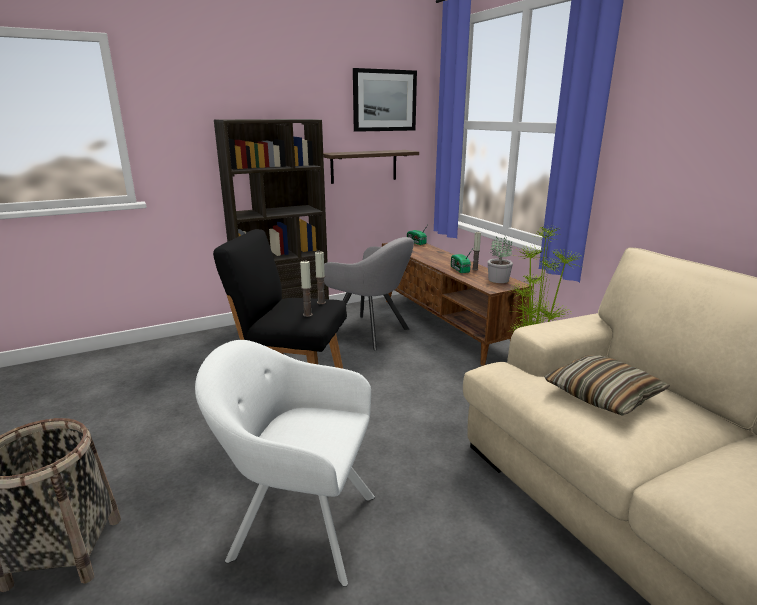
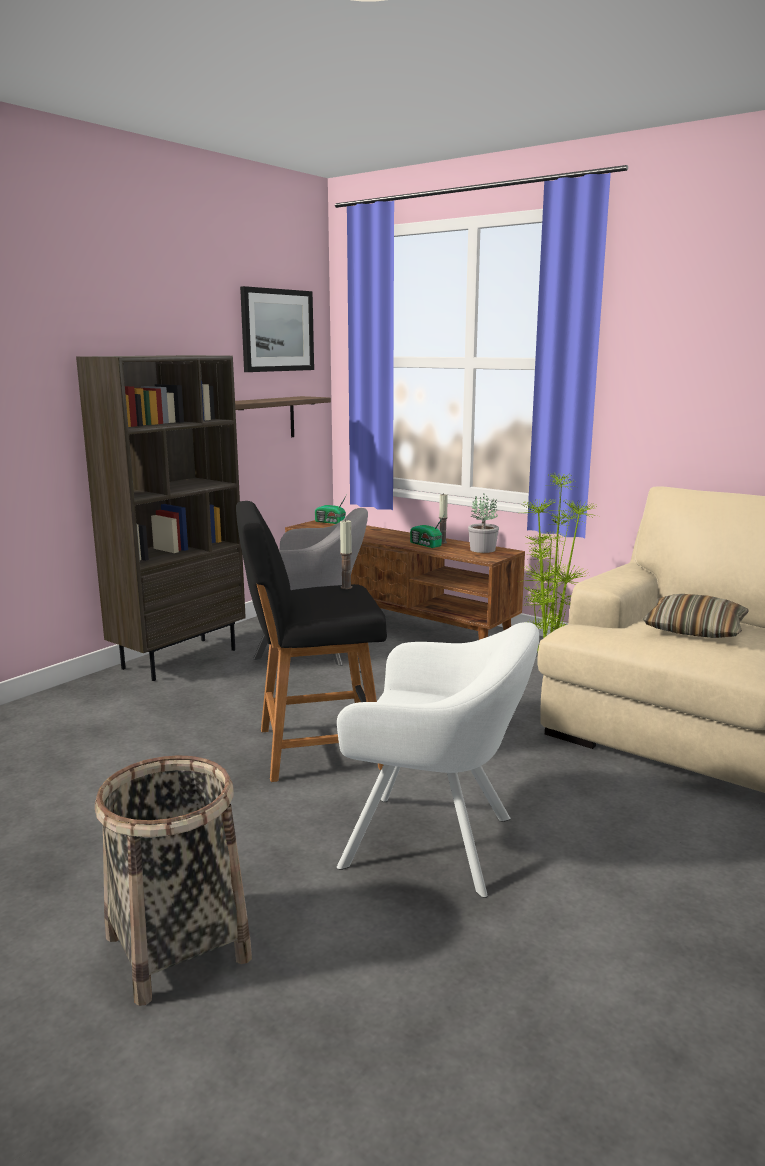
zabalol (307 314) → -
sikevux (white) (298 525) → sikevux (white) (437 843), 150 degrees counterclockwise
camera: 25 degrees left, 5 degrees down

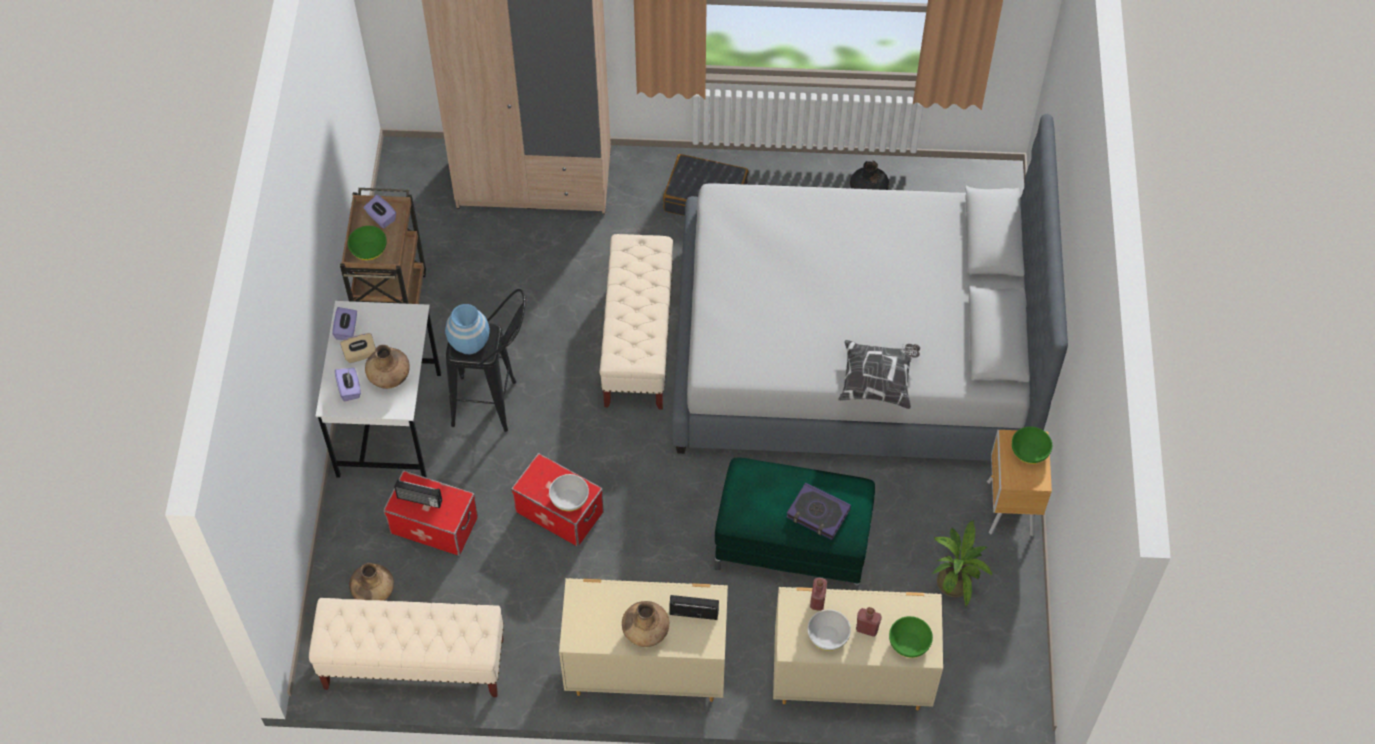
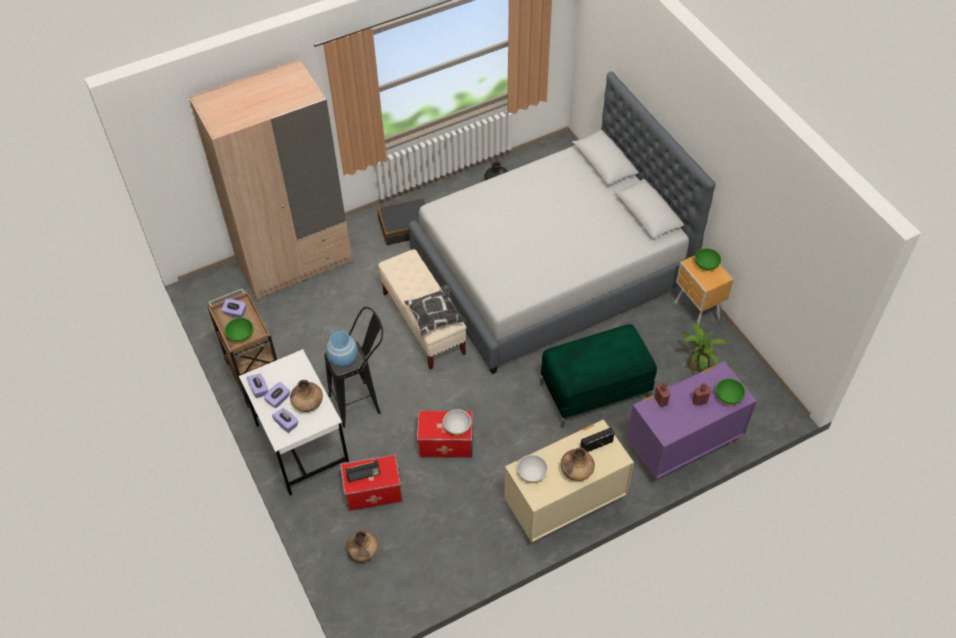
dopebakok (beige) (360 354) → dopebakok (purple) (278 399)
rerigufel (878 382) → rerigufel (435 317), shifted
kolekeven (818 513) → -
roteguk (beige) (849 679) → roteguk (purple) (681 447)
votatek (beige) (413 664) → -
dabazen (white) (828 636) → dabazen (white) (532 473), shifted
camera: 30 degrees left, 5 degrees down

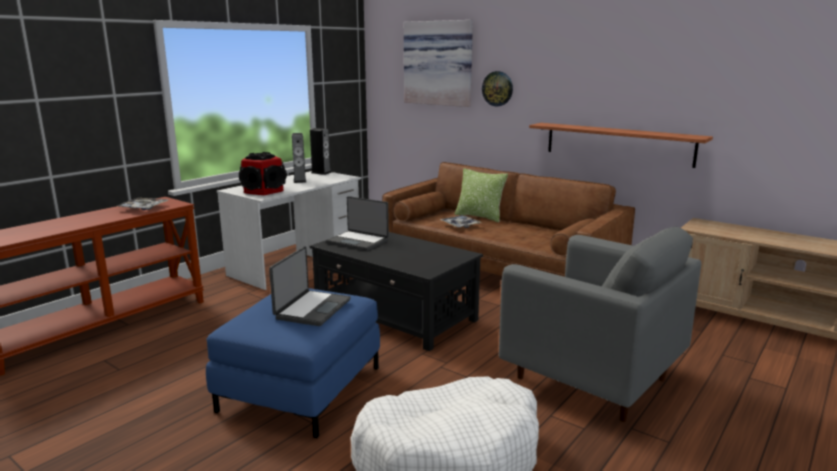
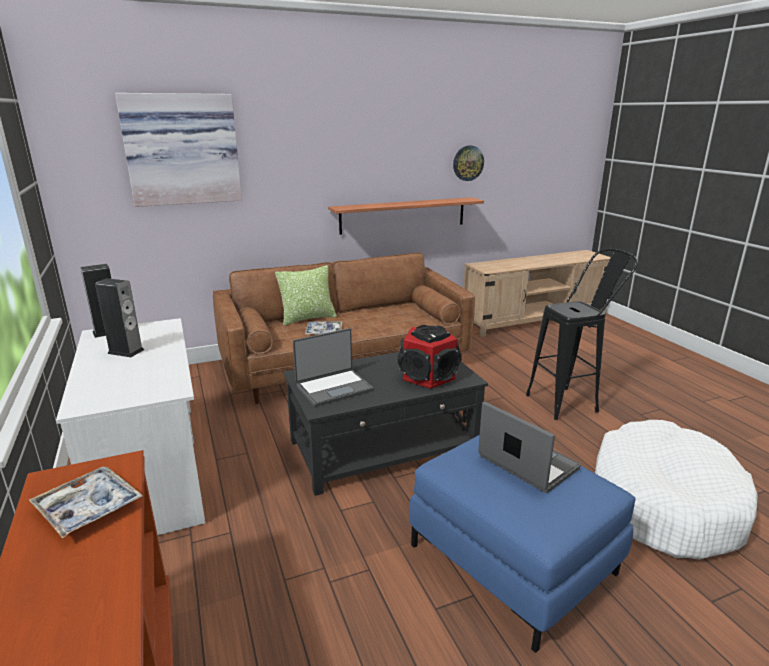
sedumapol (497 88) → sedumapol (468 163), shifted
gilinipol (264 191) → gilinipol (428 376), shifted
sikevux (grey) (592 380) → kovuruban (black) (570 402)
camera: 60 degrees left, 5 degrees up

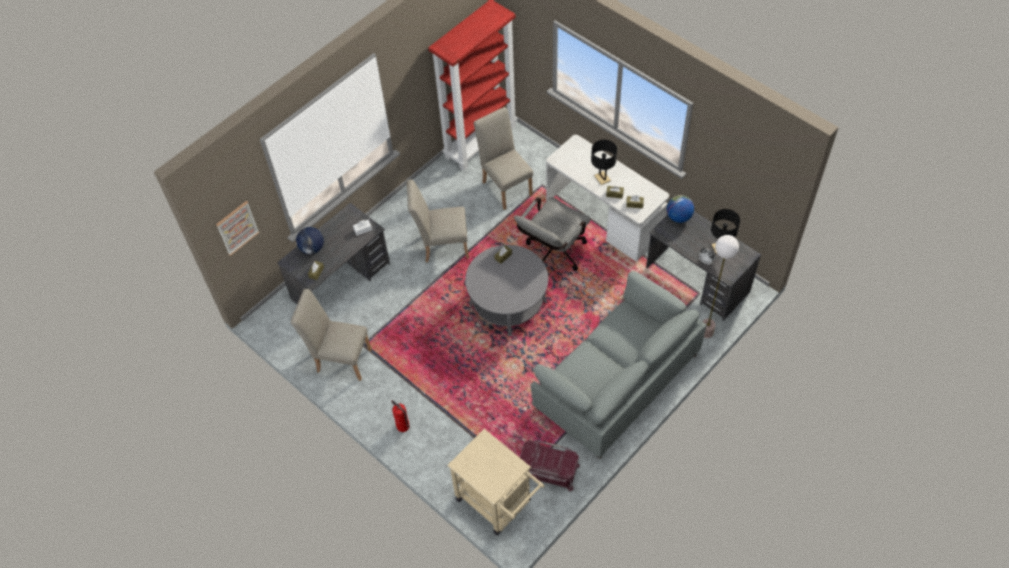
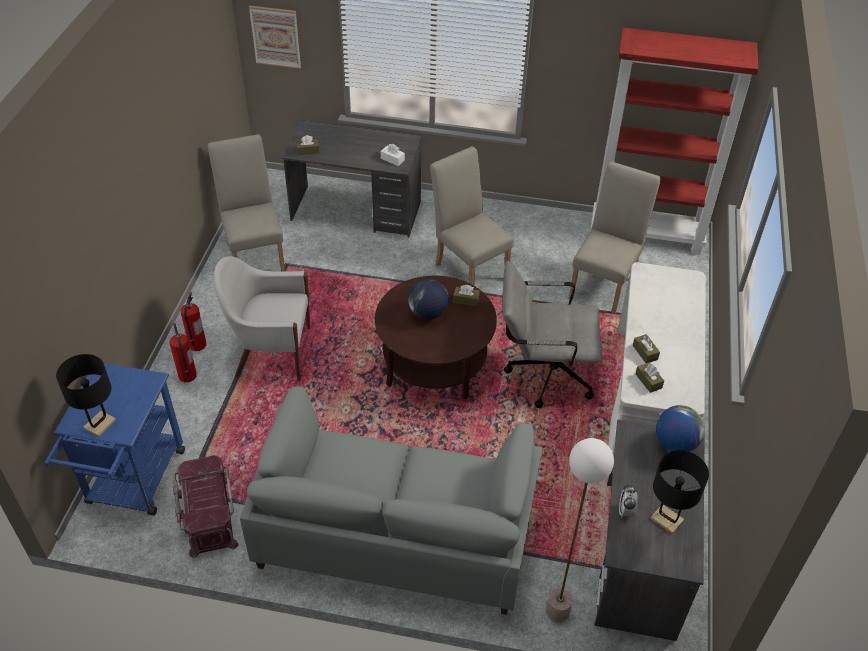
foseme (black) (602 178) → foseme (black) (100 424), shifted
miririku (312 248) → miririku (428 313), shifted
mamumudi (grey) (508 303) → mamumudi (brown) (434 362)
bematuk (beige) (498 504) → bematuk (blue) (133 484)
- → sikevux (white) (271 351)
- → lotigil (187 375)
camera: 55 degrees right, 10 degrees down

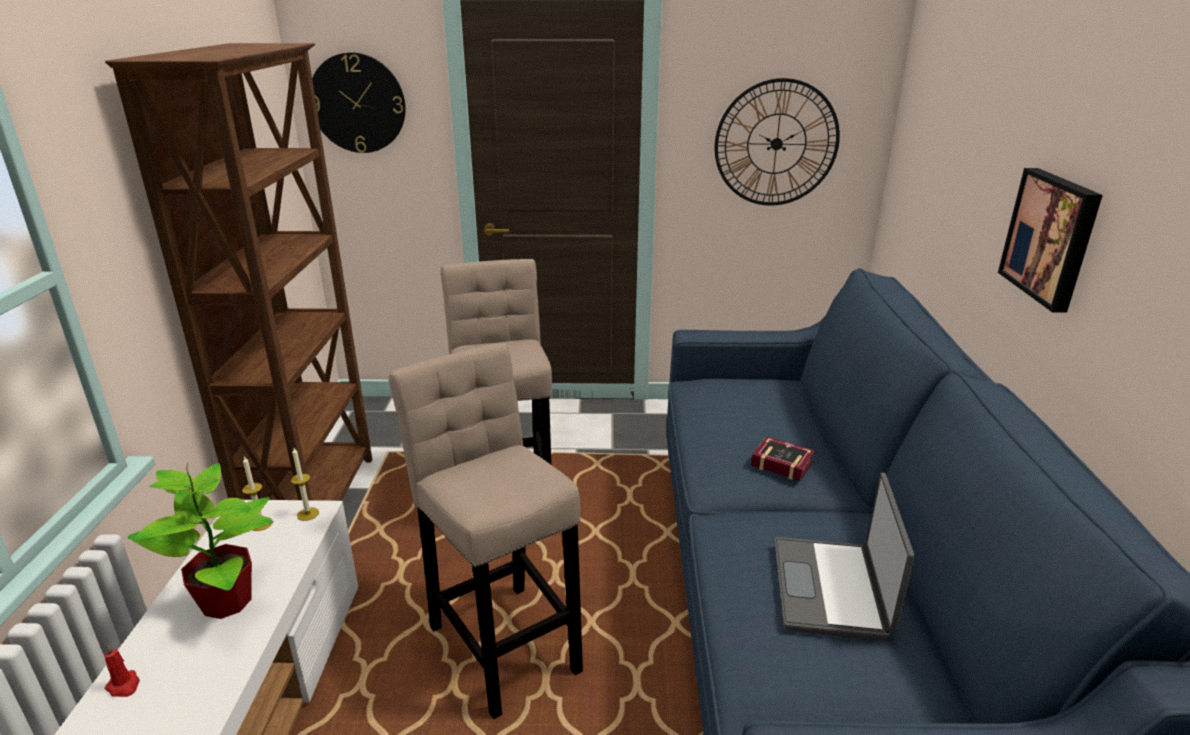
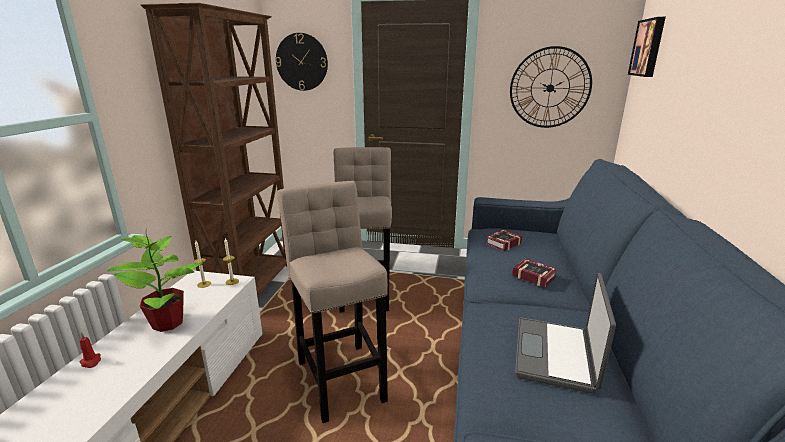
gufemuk (1052 237) → gufemuk (648 47), shifted
- → kolekeven (501 243)
camera: 10 degrees right, 5 degrees down

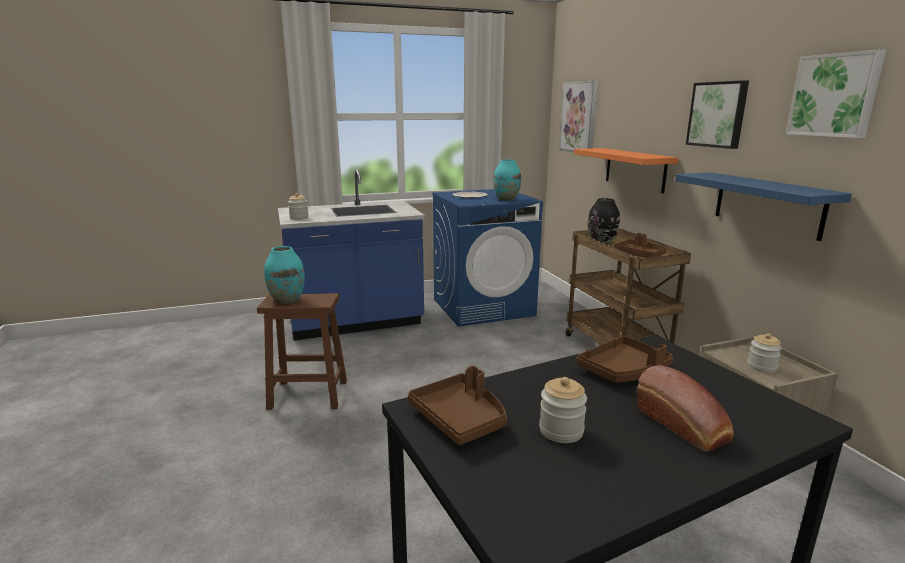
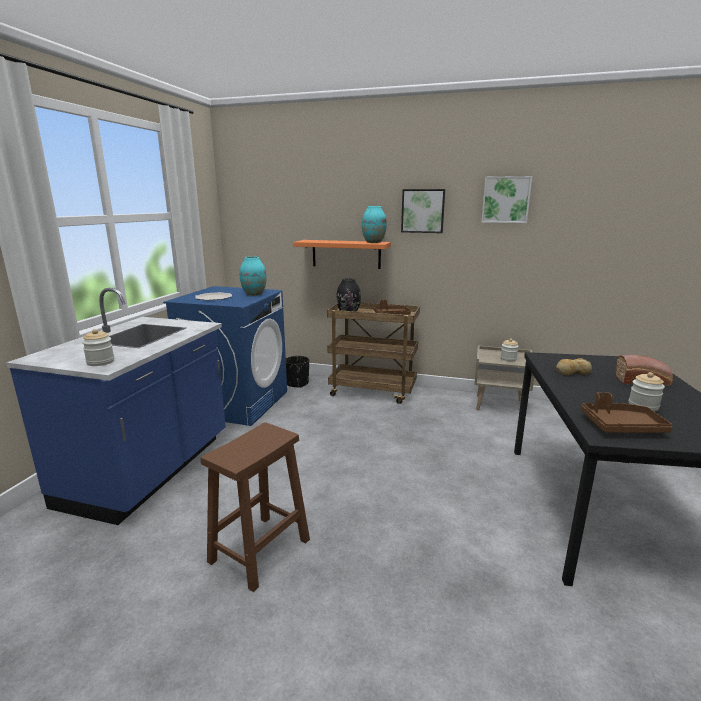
gufemuk (579 117) → -
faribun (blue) (767 204) → -
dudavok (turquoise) (286 300) → dudavok (turquoise) (373 242), shifted
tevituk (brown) (623 371) → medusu (572 372)
- → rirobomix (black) (297 384)
camera: 55 degrees left, 0 degrees up

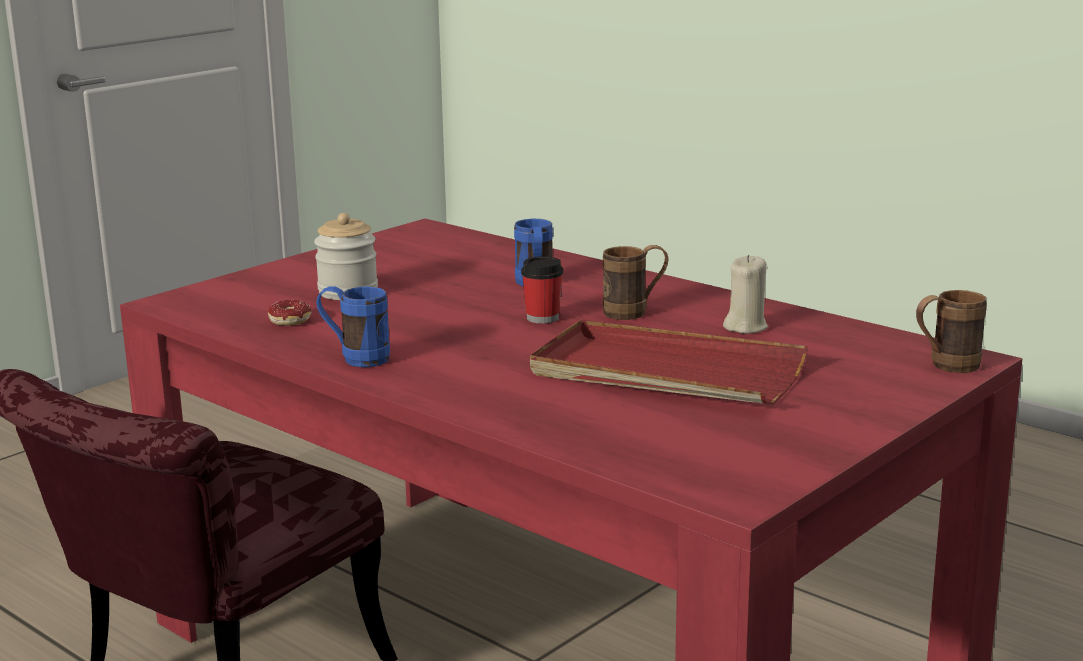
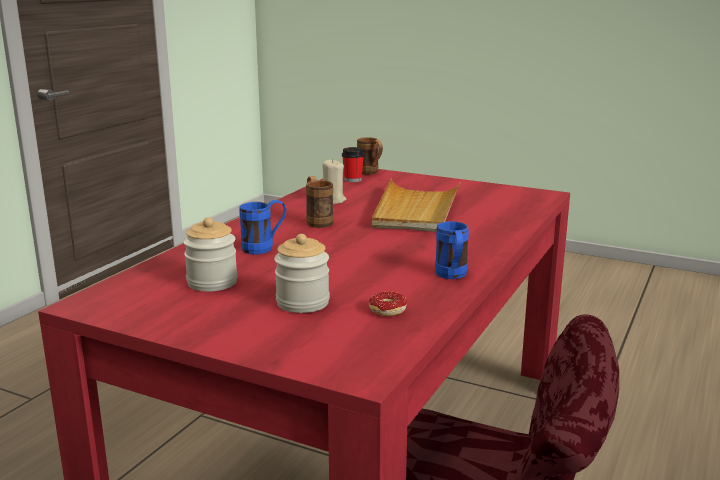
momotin (542 318) → momotin (353 180), shifted
tevituk (red) (665 373) → tevituk (beige) (416 210)
- → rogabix (212 282)
camera: 105 degrees left, 0 degrees up

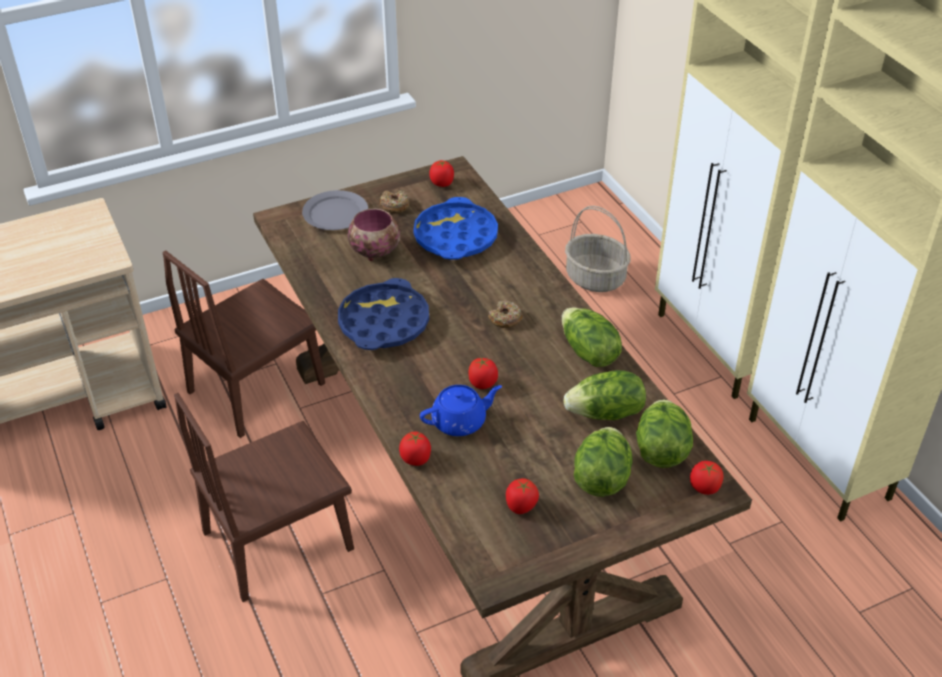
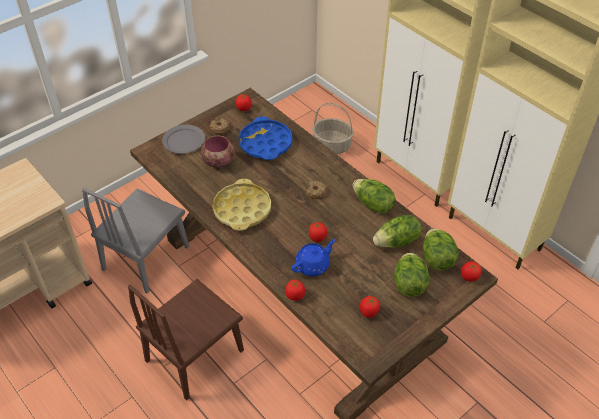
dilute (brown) (256 387) → dilute (grey) (146 258)
tevituk (blue) (383 322) → tevituk (yellow) (242 209)
camera: 15 degrees left, 5 degrees up

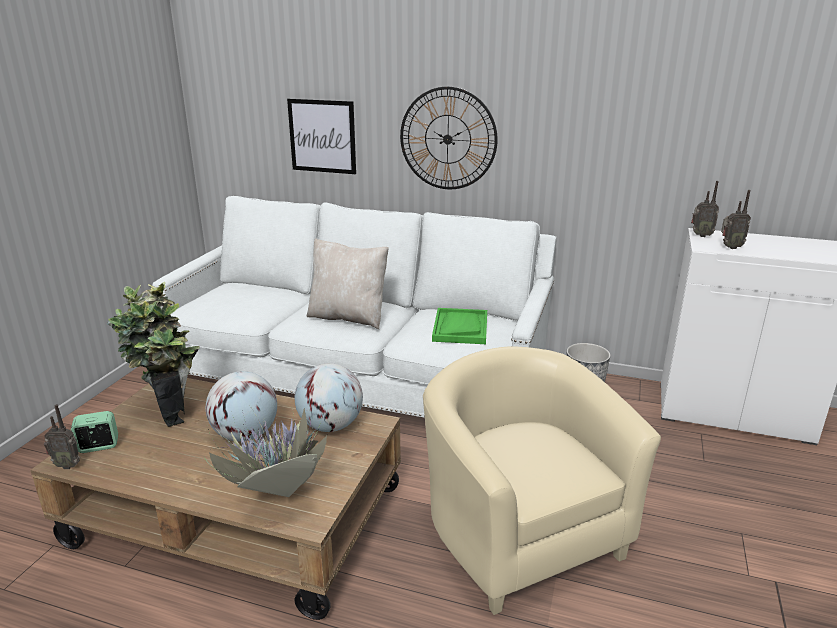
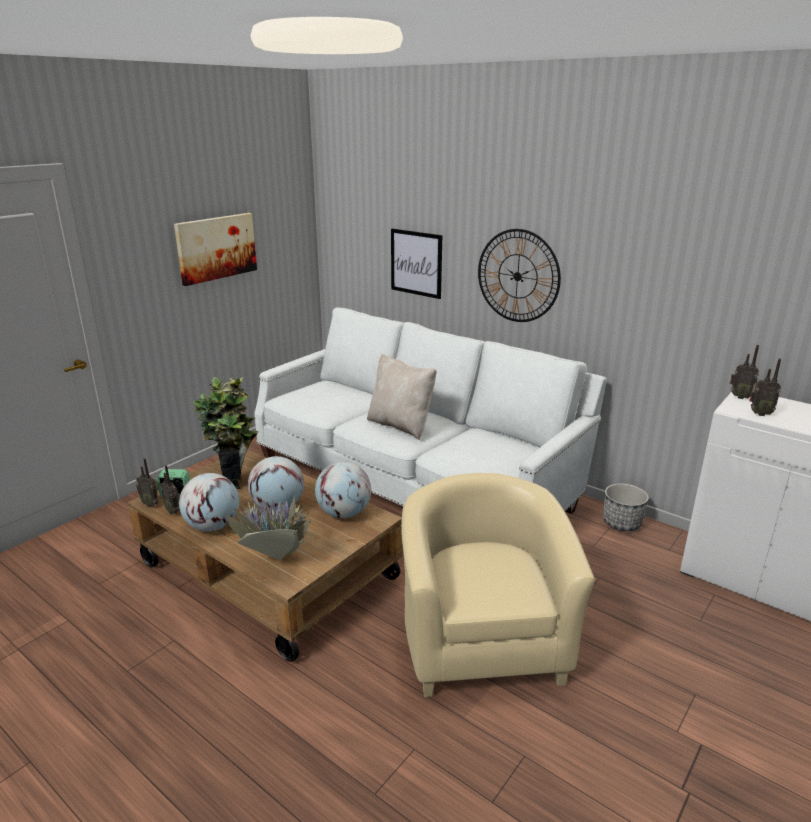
tevituk (green) (460 328) → -
- → gufemuk (216 248)
- → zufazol (173 511)
- → miririku (212 526)
camera: 20 degrees right, 0 degrees up

